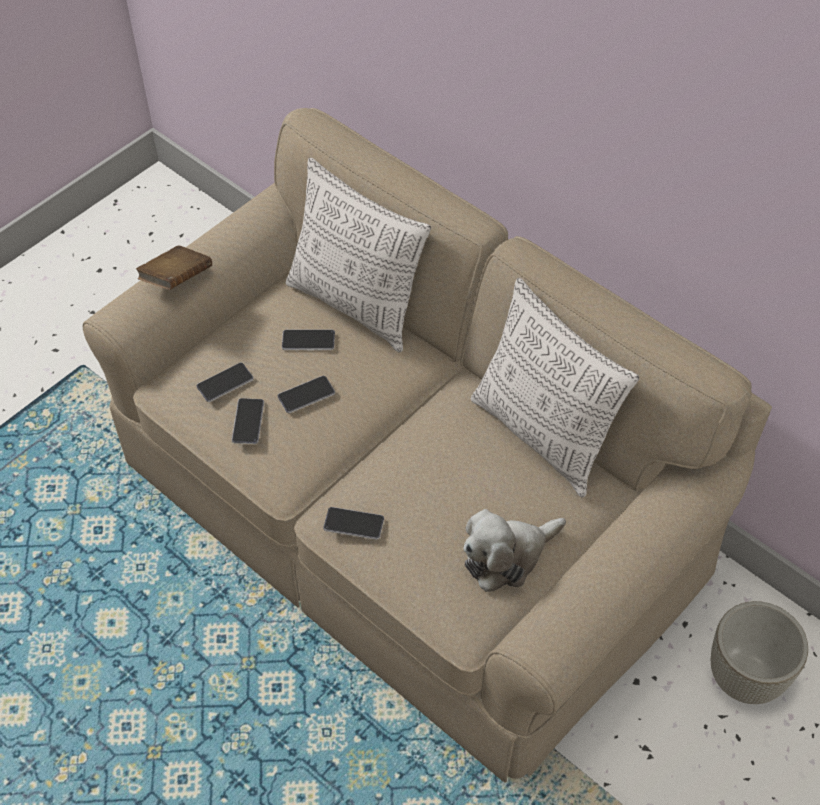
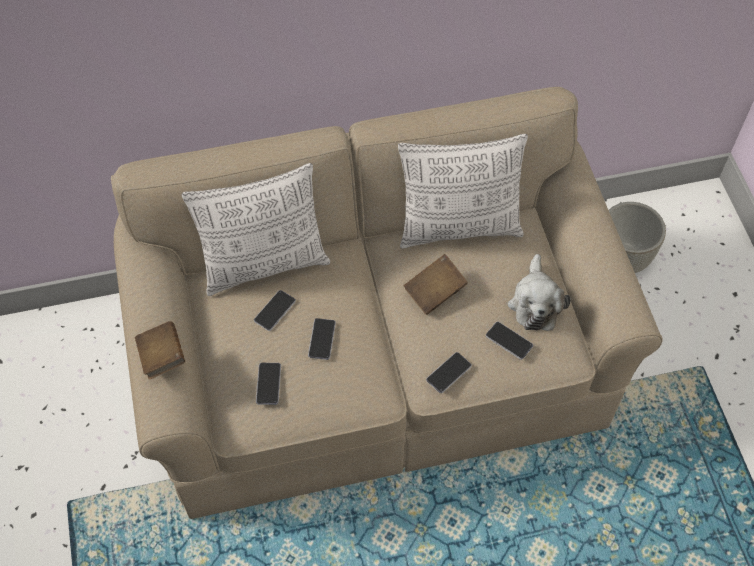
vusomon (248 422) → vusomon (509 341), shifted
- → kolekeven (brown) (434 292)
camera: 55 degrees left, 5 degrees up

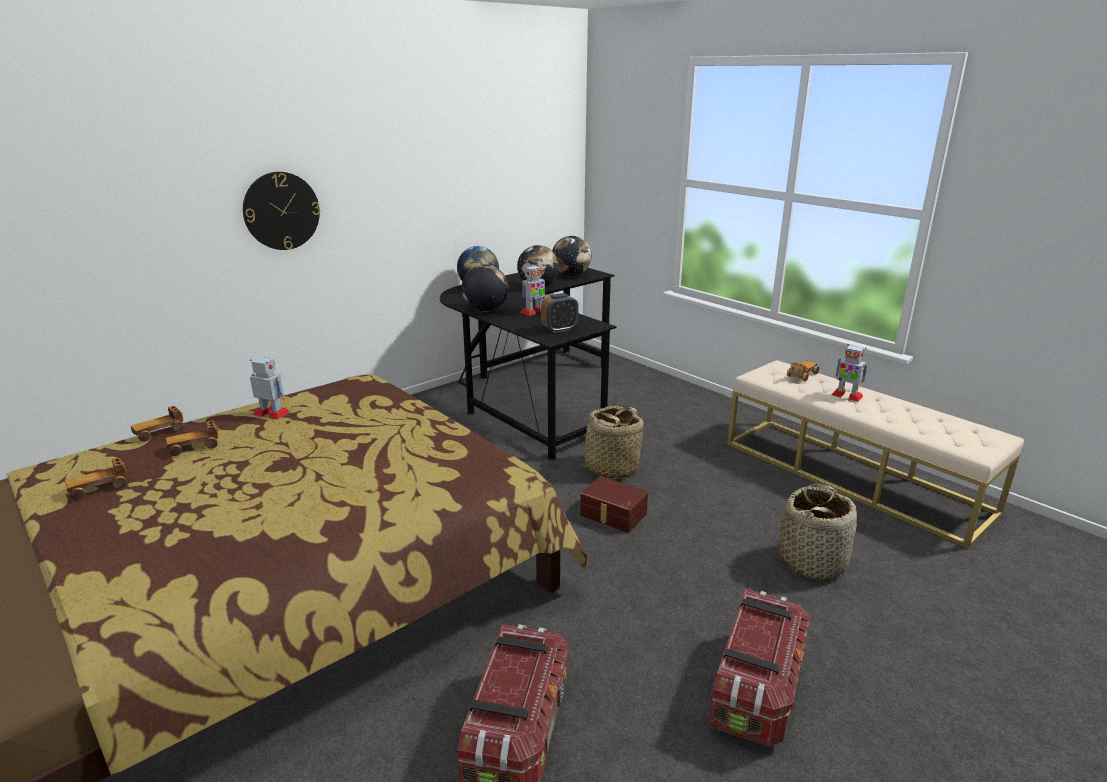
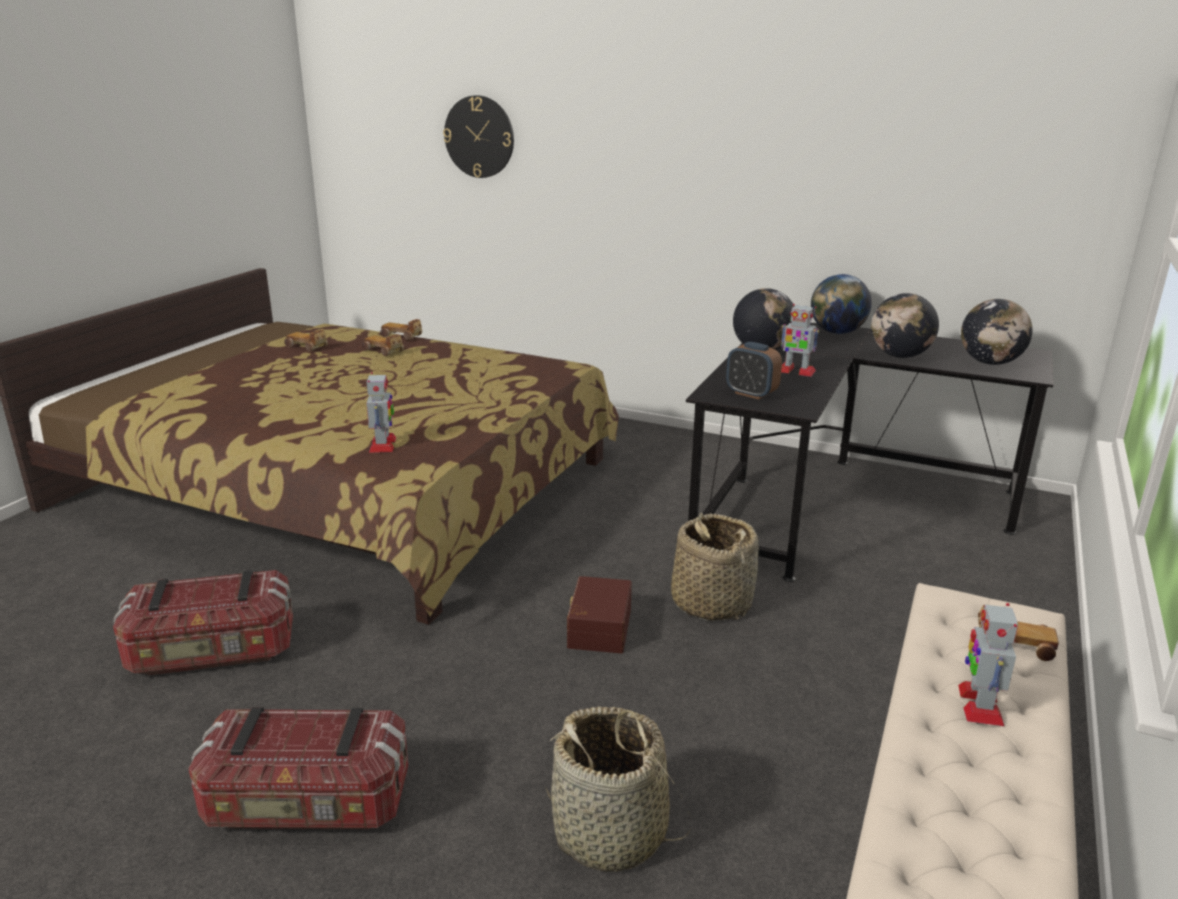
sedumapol (281 211) → sedumapol (479 137), shifted
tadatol (272 413) → tadatol (383 445), shifted
camera: 65 degrees right, 0 degrees up

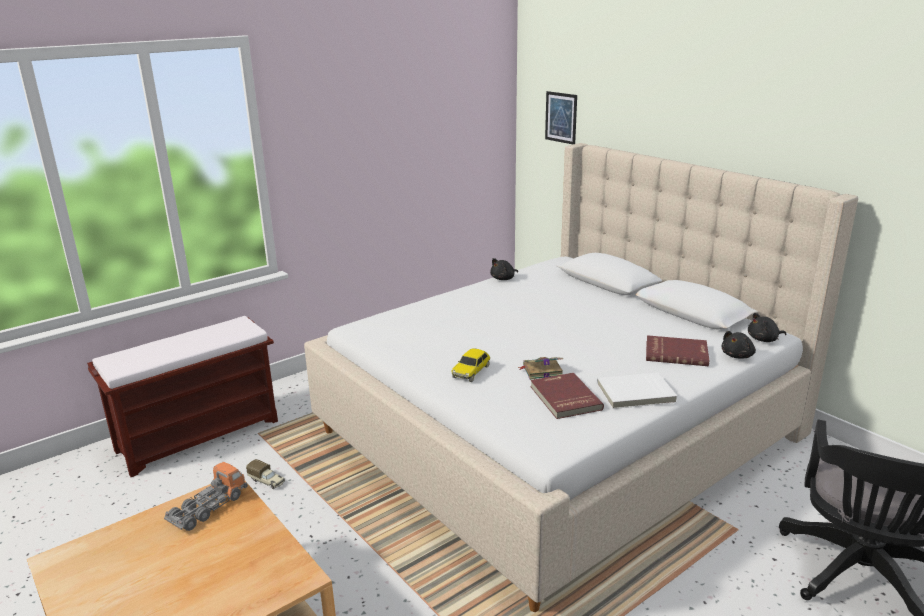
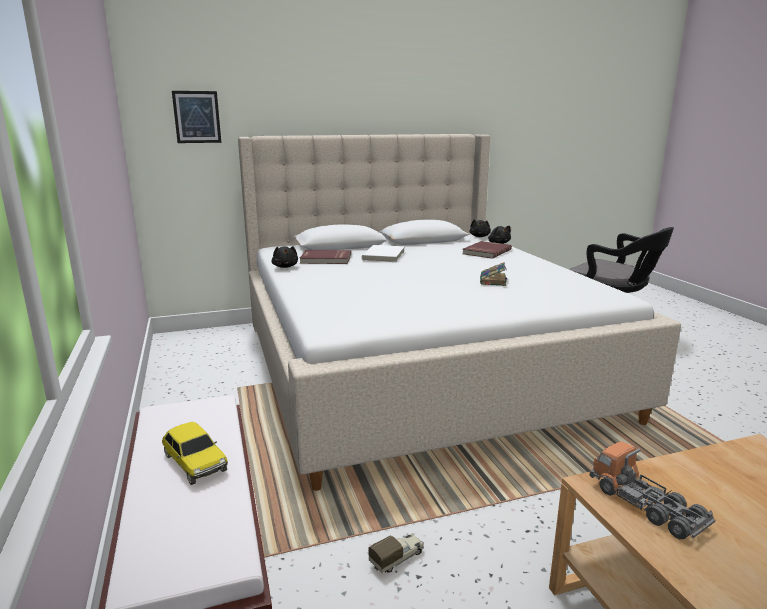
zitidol (471 371) → zitidol (194 463), shifted
kolekeven (white) (636 394) → kolekeven (white) (384 256), shifted
kolekeven (red) (564 398) → kolekeven (red) (326 259), shifted
camera: 70 degrees left, 5 degrees down

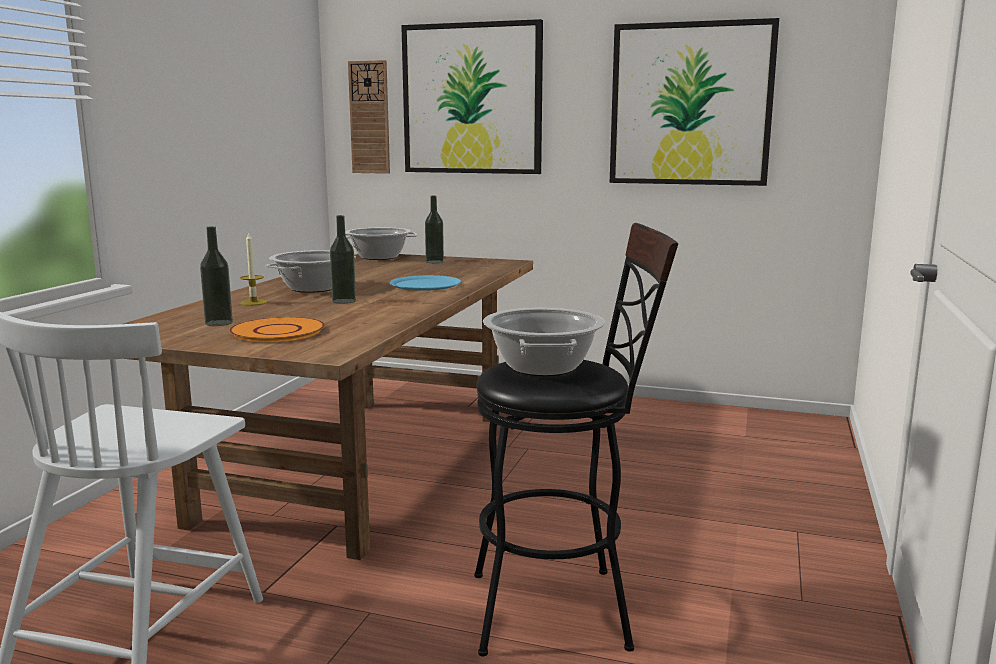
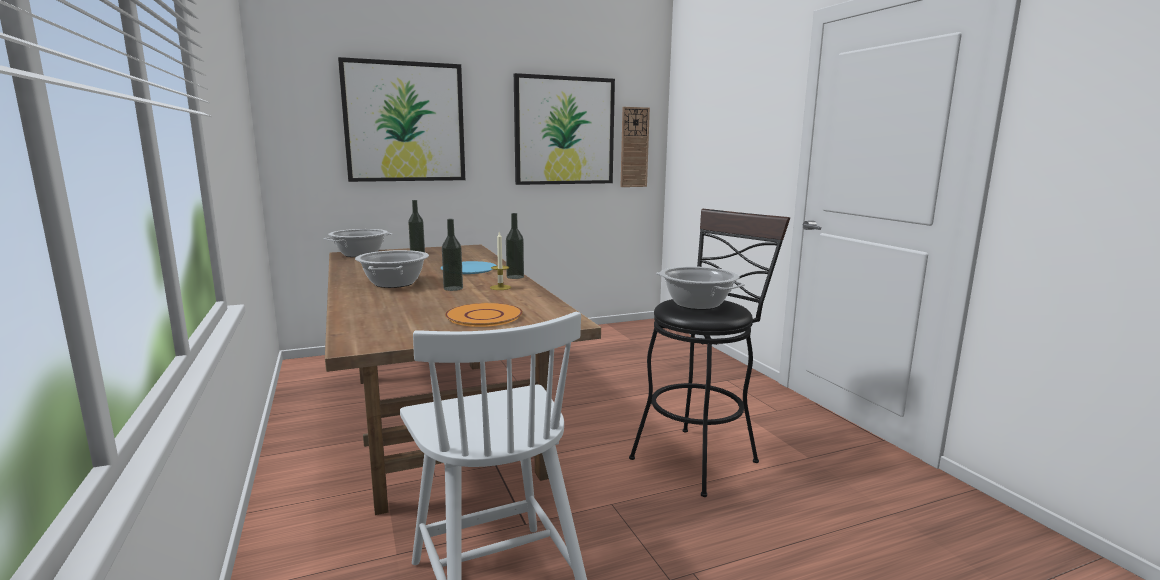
sedumapol (369 117) → sedumapol (634 147), shifted
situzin (219 323) → situzin (515 277), shifted
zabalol (253 302) → zabalol (500 287), shifted
camera: 40 degrees left, 0 degrees up

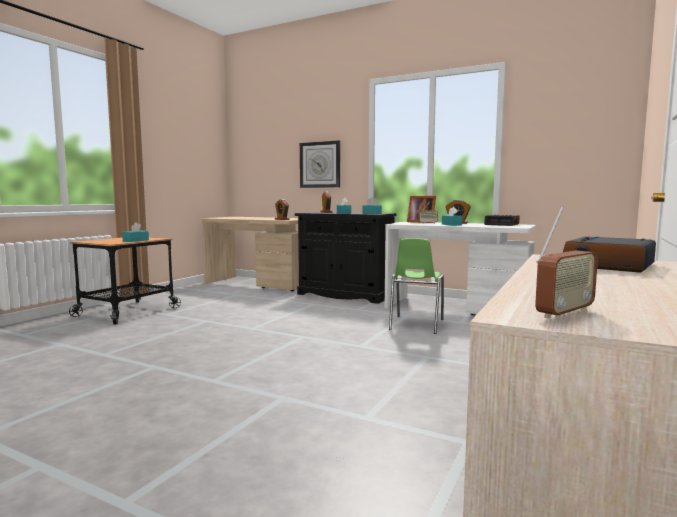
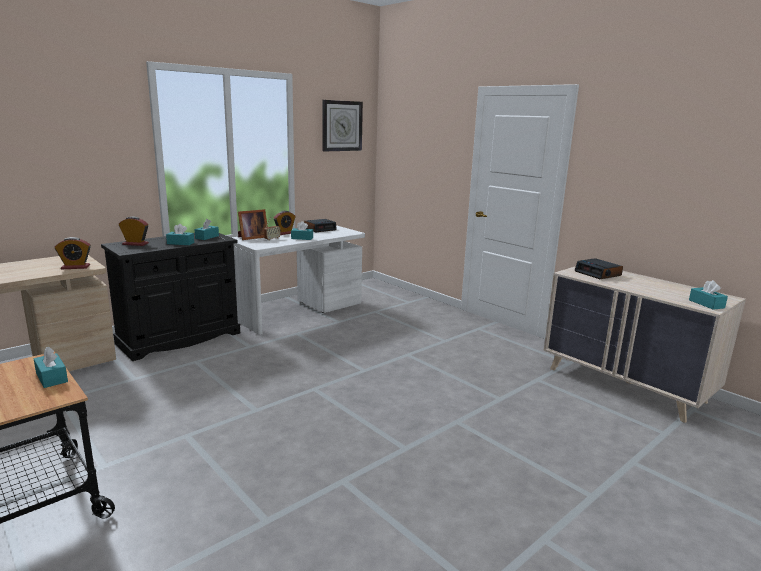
sedumapol (320 164) → sedumapol (341 126), shifted
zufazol (564 314) → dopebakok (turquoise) (706 304)
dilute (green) (415 325) → -
camera: 70 degrees left, 10 degrees up

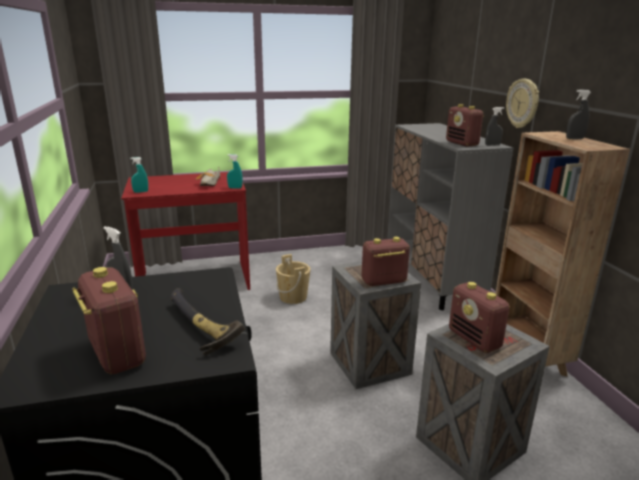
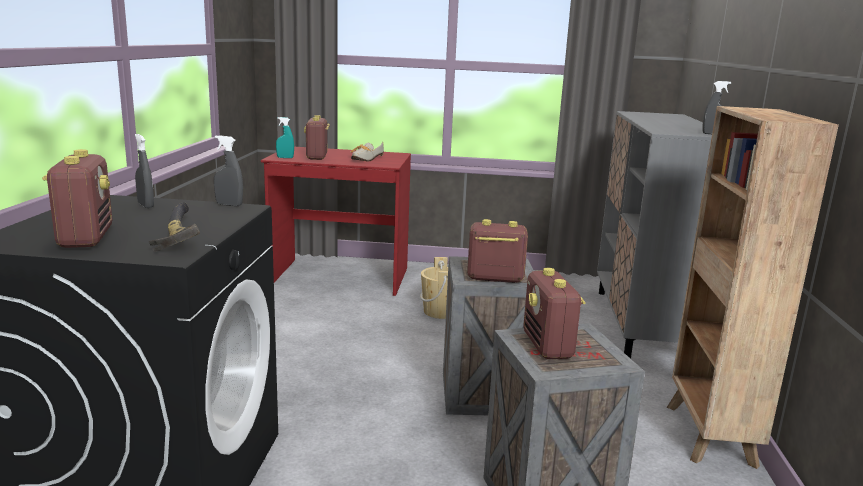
sedumapol (523 103) → -
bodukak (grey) (574 138) → bodukak (grey) (229 205), shifted
zufazol (462 144) → zufazol (317 157), shifted
bodukak (turquoise) (235 188) → -
camera: 20 degrees right, 5 degrees down

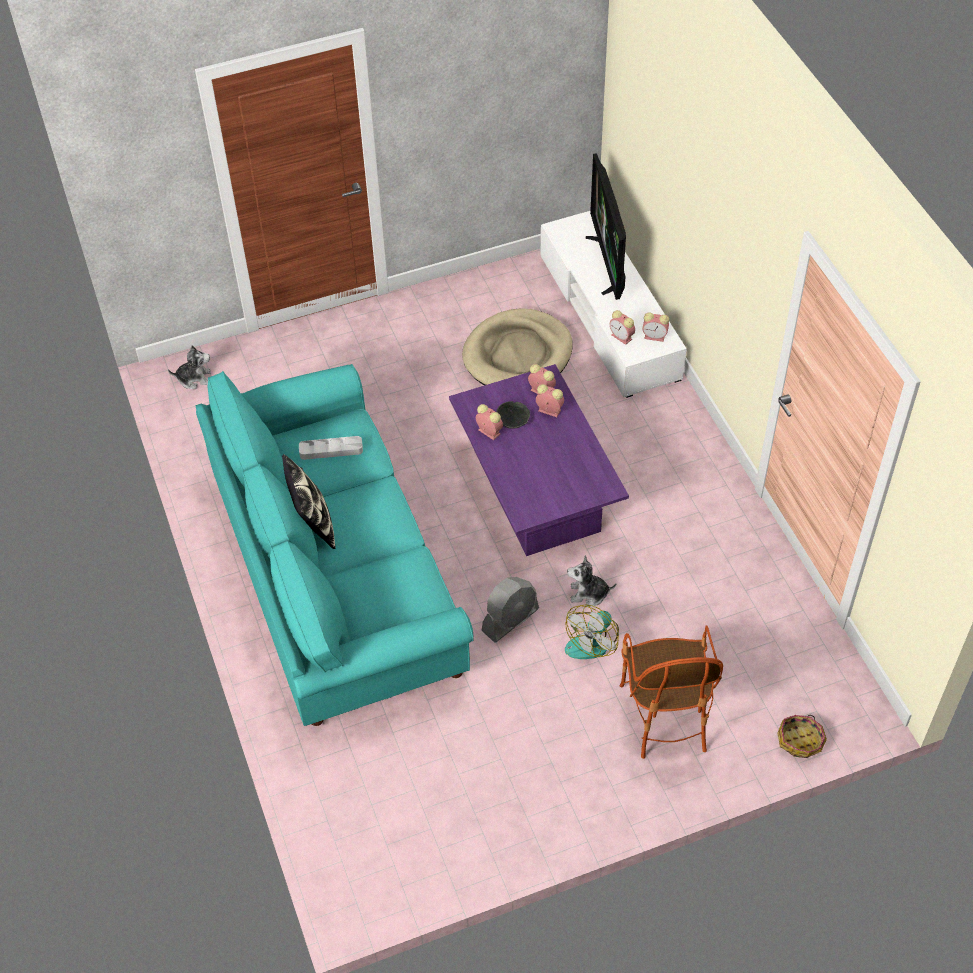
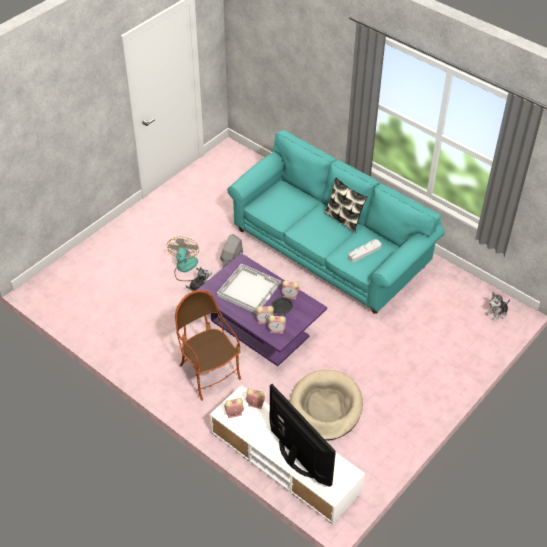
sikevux (664 715) → sikevux (209 374), shifted
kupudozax (800 740) → -
- → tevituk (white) (248 289)
camera: 150 degrees right, 5 degrees down

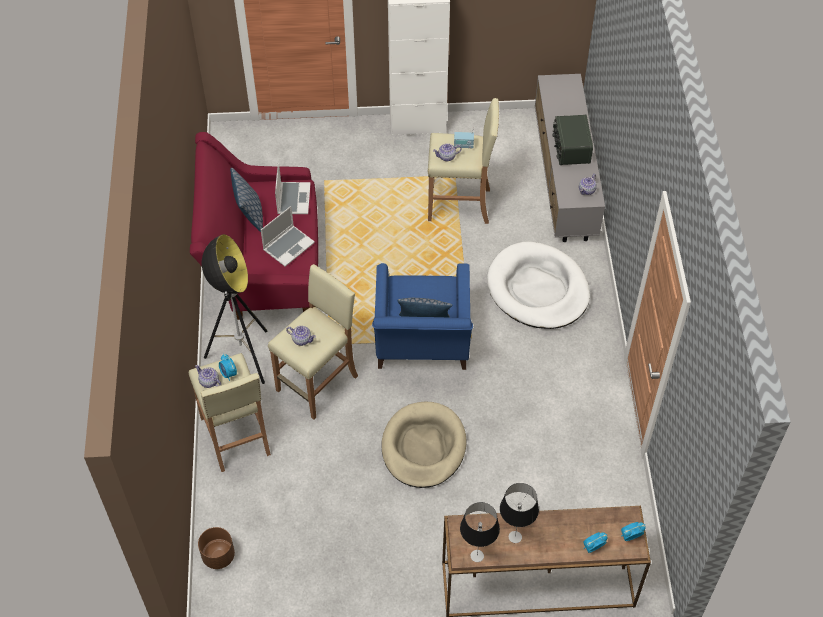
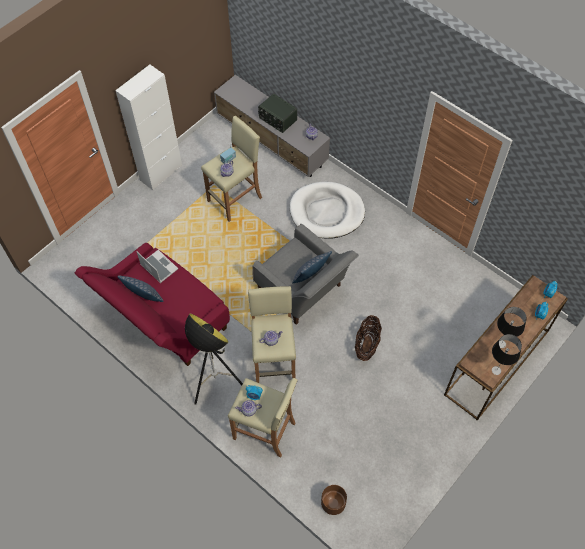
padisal (288 246) → -
sikevux (blue) (422 344) → sikevux (grey) (303 291)
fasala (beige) (423 447) → kupudozax (367 345)
camera: 45 degrees left, 5 degrees up

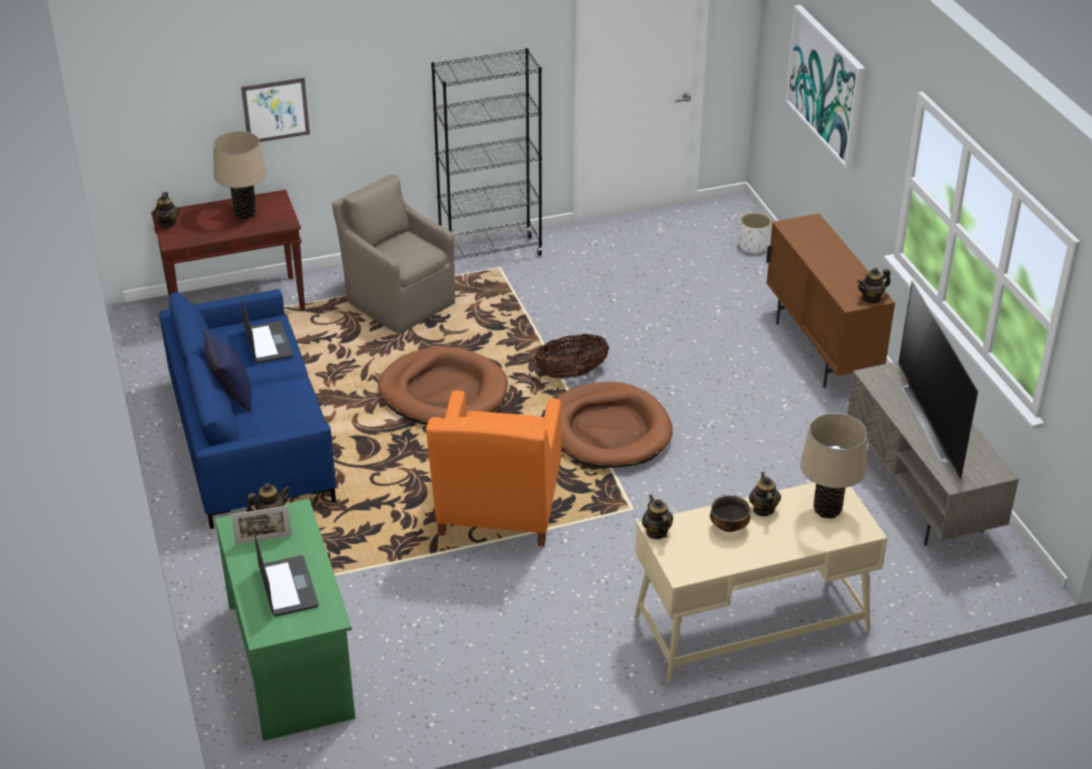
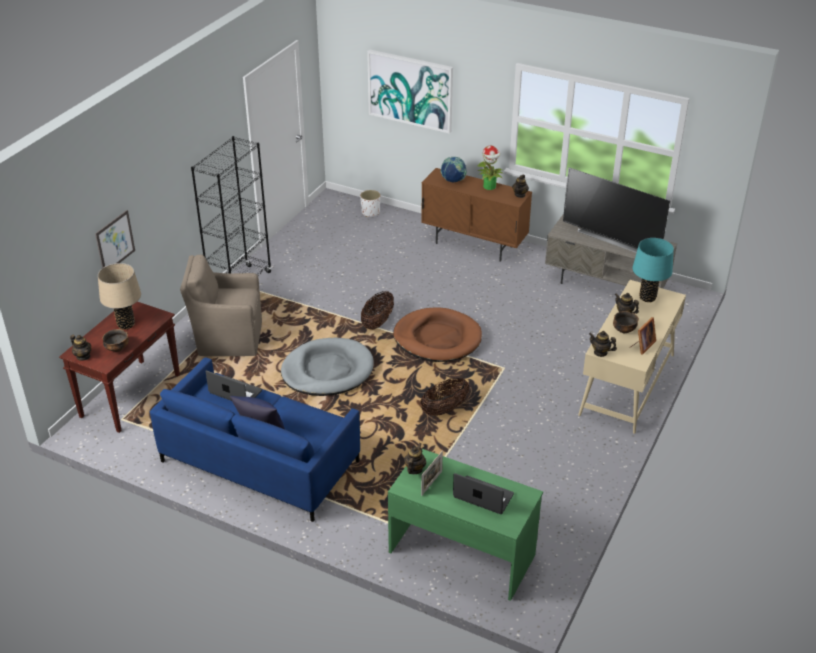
fasala (brown) (443 392) → fasala (grey) (327 371)
sikevux (orange) (498 509) → kupudozax (444 409)
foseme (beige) (827 510) → foseme (turquoise) (647 298)
- → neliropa (490 187)
- → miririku (453 181)
- → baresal (642 346)
- → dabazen (117 348)
camera: 45 degrees left, 0 degrees up

